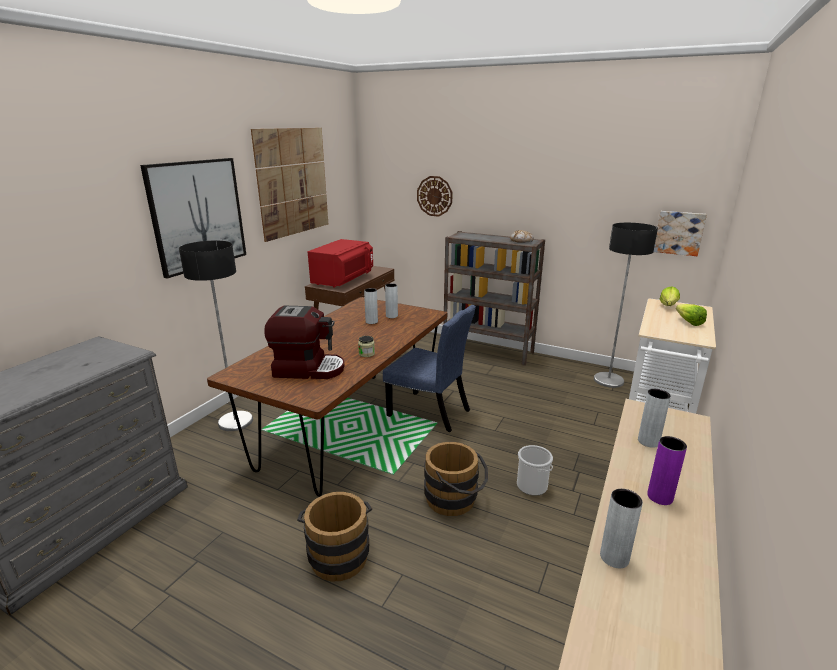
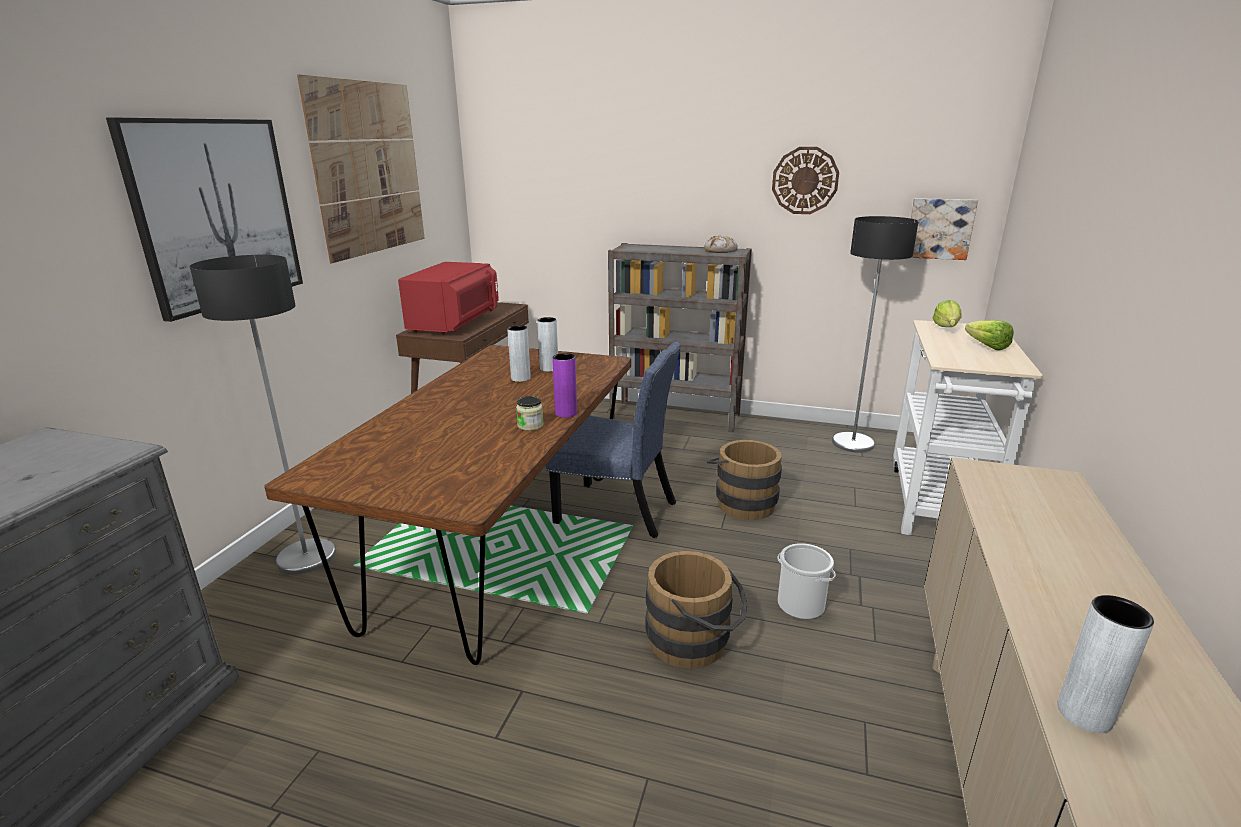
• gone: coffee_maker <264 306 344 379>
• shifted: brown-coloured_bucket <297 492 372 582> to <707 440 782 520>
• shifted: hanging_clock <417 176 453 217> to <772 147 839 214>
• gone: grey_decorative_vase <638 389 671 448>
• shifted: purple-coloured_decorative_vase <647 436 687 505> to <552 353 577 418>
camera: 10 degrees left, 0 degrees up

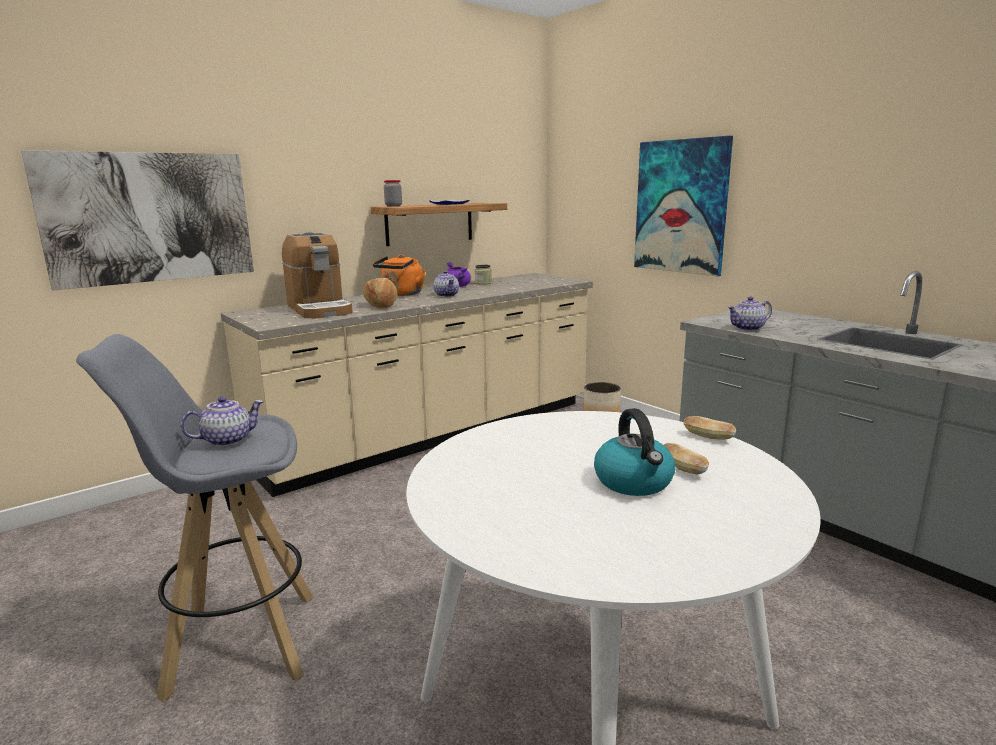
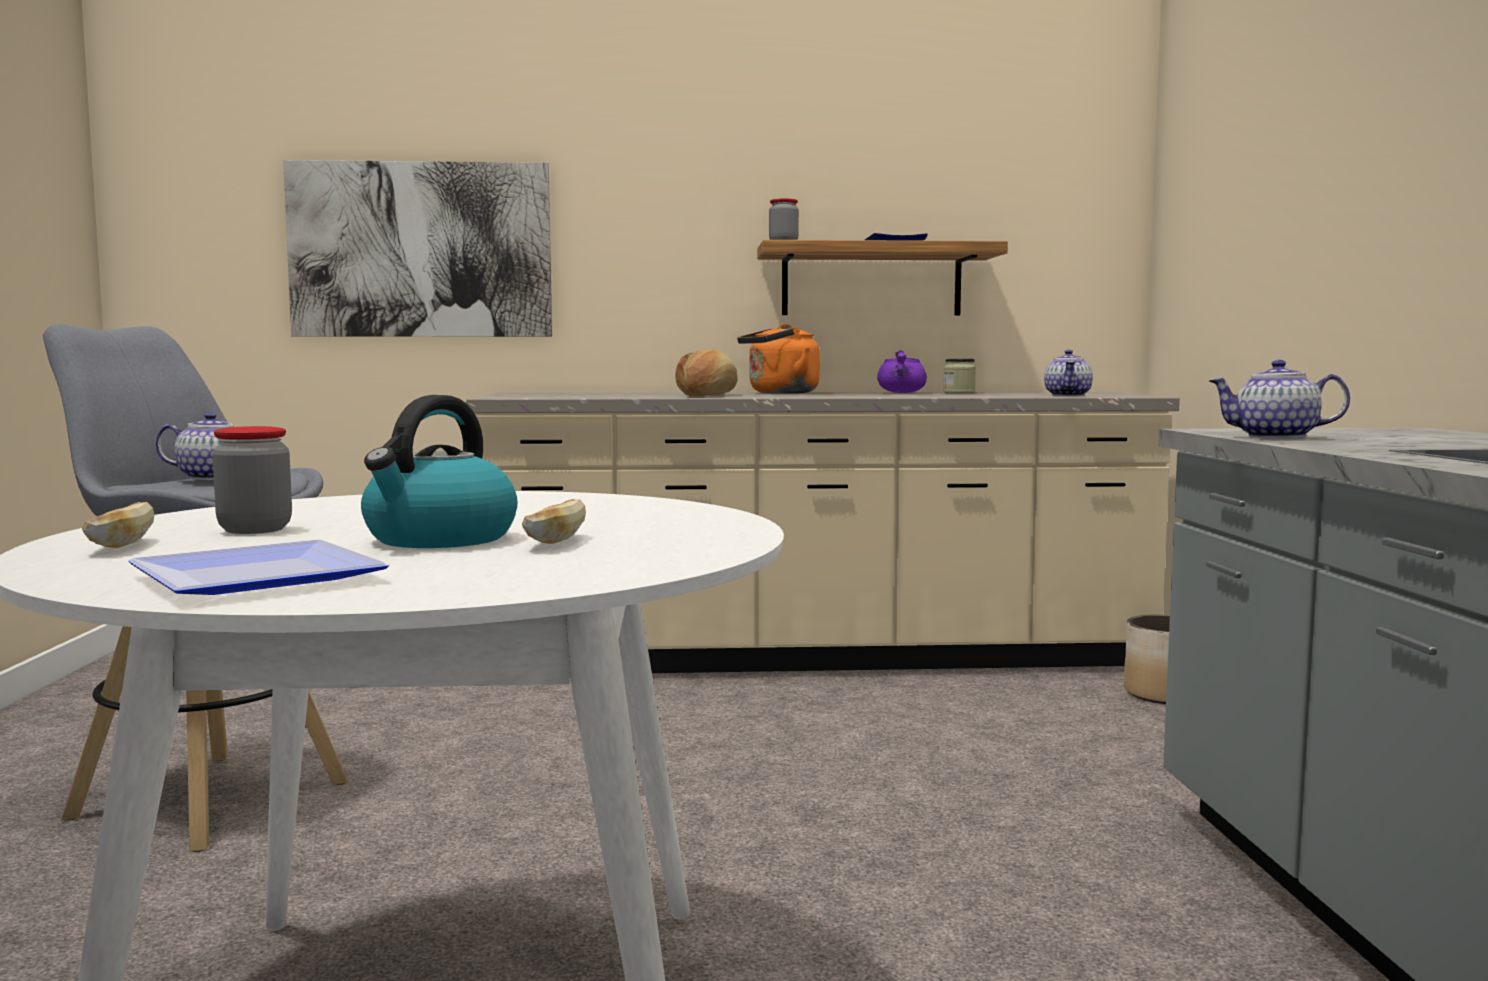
• gone: coffee_maker <282 232 353 318>
• shifted: teapot <433 271 459 297> to <1044 350 1093 396>
• gone: picture <634 136 733 276>
• shifted: bakery_bread <683 416 736 440> to <82 502 154 548>
• new: flat_dish <128 540 390 595>
• new: jar <212 426 292 534>
camera: 35 degrees right, 10 degrees down

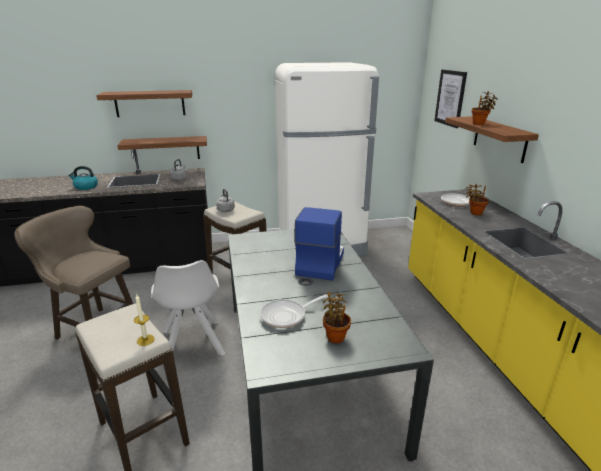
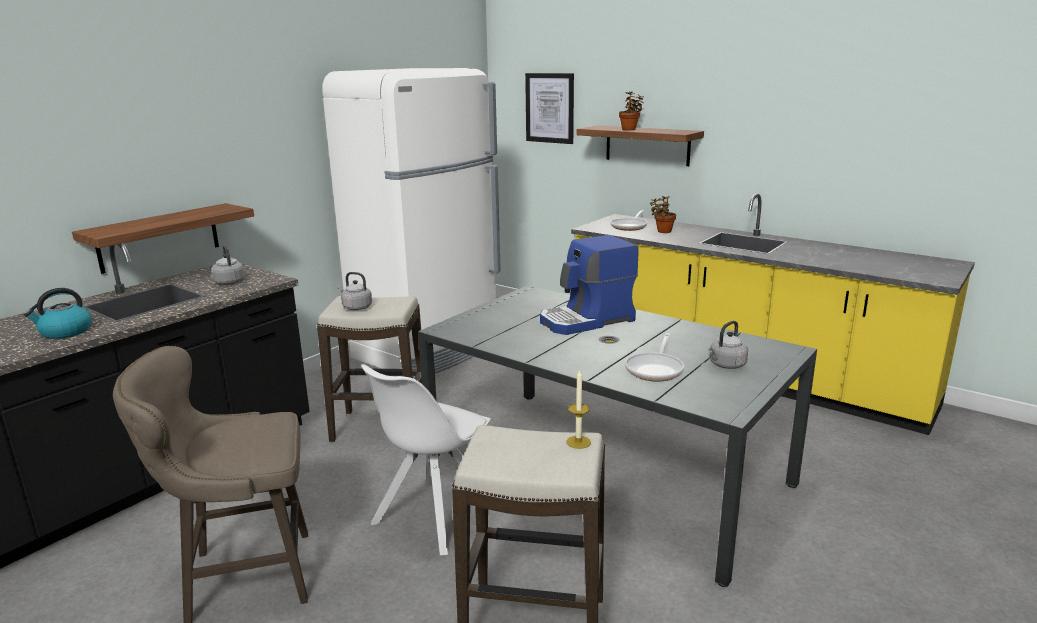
• gone: shelf <96 90 192 117>
• rotated: white_upright_chair <151 260 225 366> = <361 364 491 555> 90 degrees clockwise
• rotated: coffee_maker <295 207 344 281> = <540 235 639 335> 90 degrees counterclockwise
• swapped: houseplant <323 292 351 343> to grey_tea_kettle <709 321 748 369>
camera: 40 degrees left, 5 degrees down

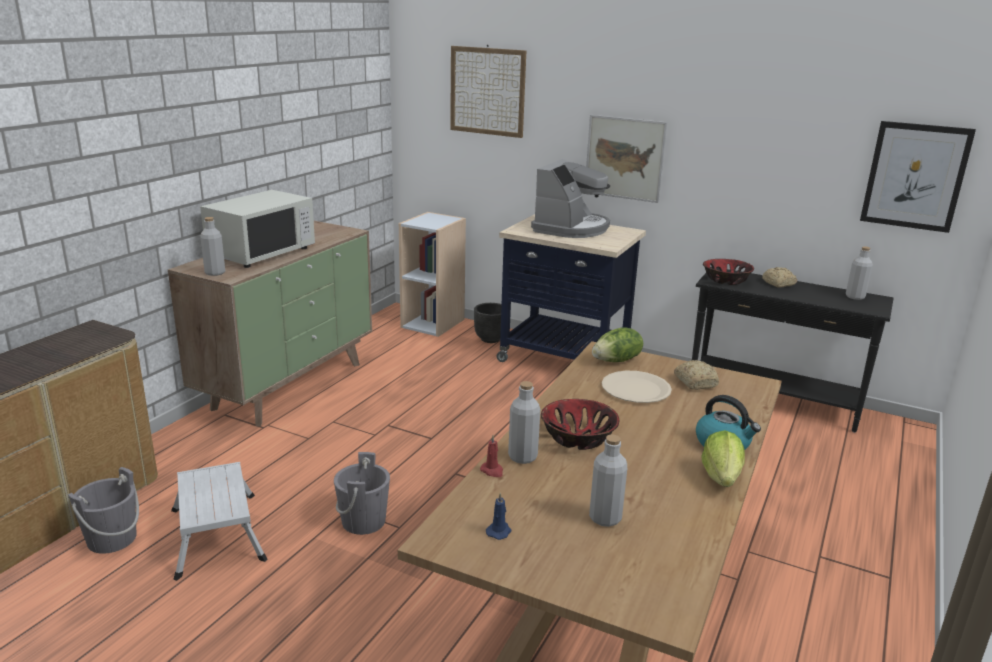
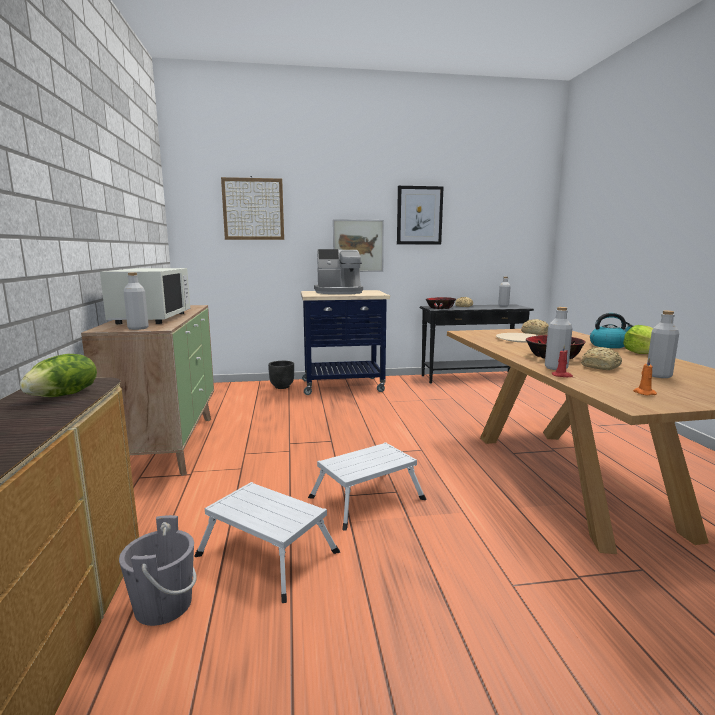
• swapped: grey_bucket <334 452 390 535> to white_step_stool <308 442 426 531>
• gone: bookcase <399 212 466 337>
• repainted: blue-coloured_wax_candle <486 492 511 540> to orangey_wax_candle <633 357 657 395>
• rotated: coffee_maker <531 159 610 238> = <314 249 363 294> 90 degrees clockwise
• shifted: lettuce_head <592 327 643 362> to <20 354 97 397>
• shifted: picture <860 121 976 233> to <397 186 444 244>
• new: bakery_bread <581 347 622 370>
camera: 35 degrees left, 10 degrees down

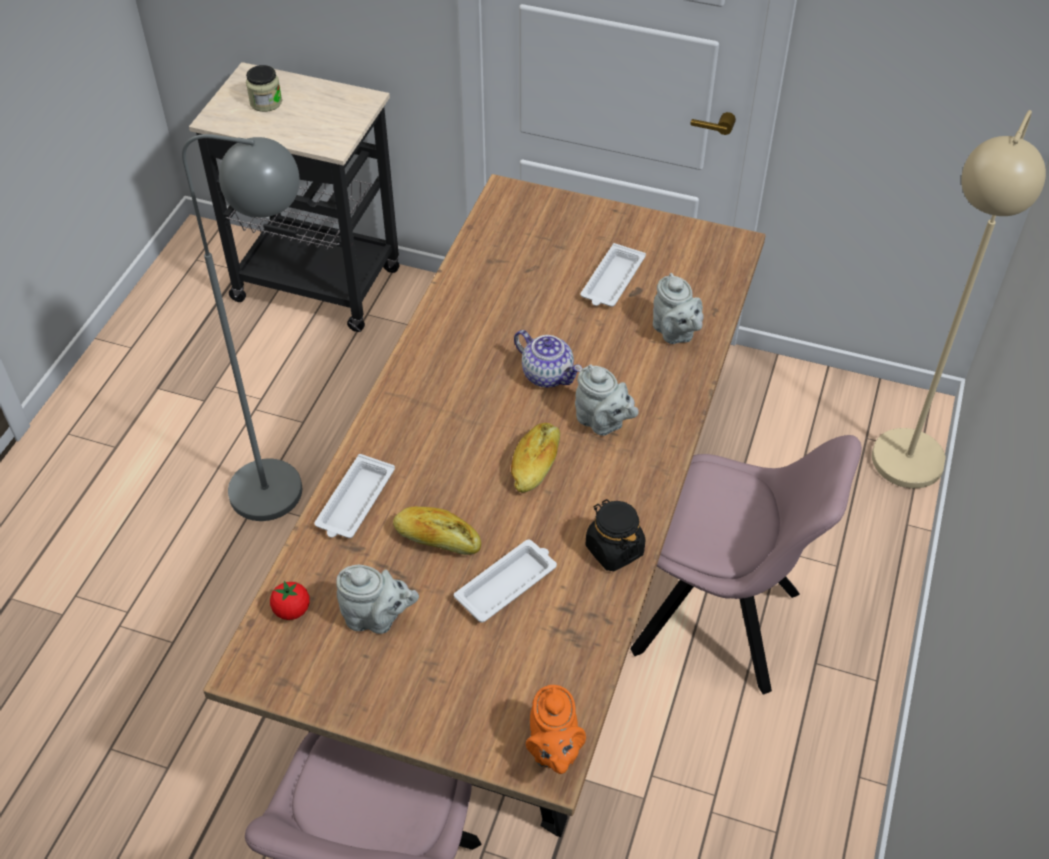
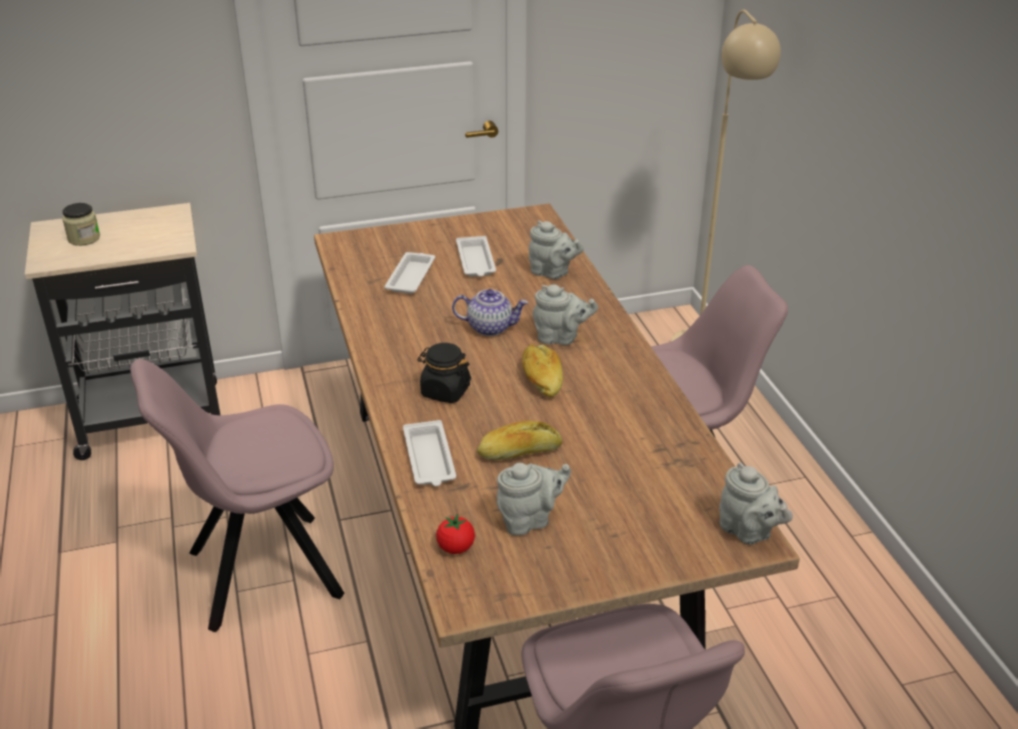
• swapped: grey_standard_lamp <182 134 302 521> to pink-coloured_upright_chair <130 359 344 632>
• shifted: white_tray <454 540 557 623> to <384 252 435 294>
• repainted: orangey_teapot <526 685 586 774> to grey_teapot <719 462 793 545>
• shifted: blackish_jar <585 499 645 571> to <417 343 471 403>
camera: 35 degrees left, 15 degrees down

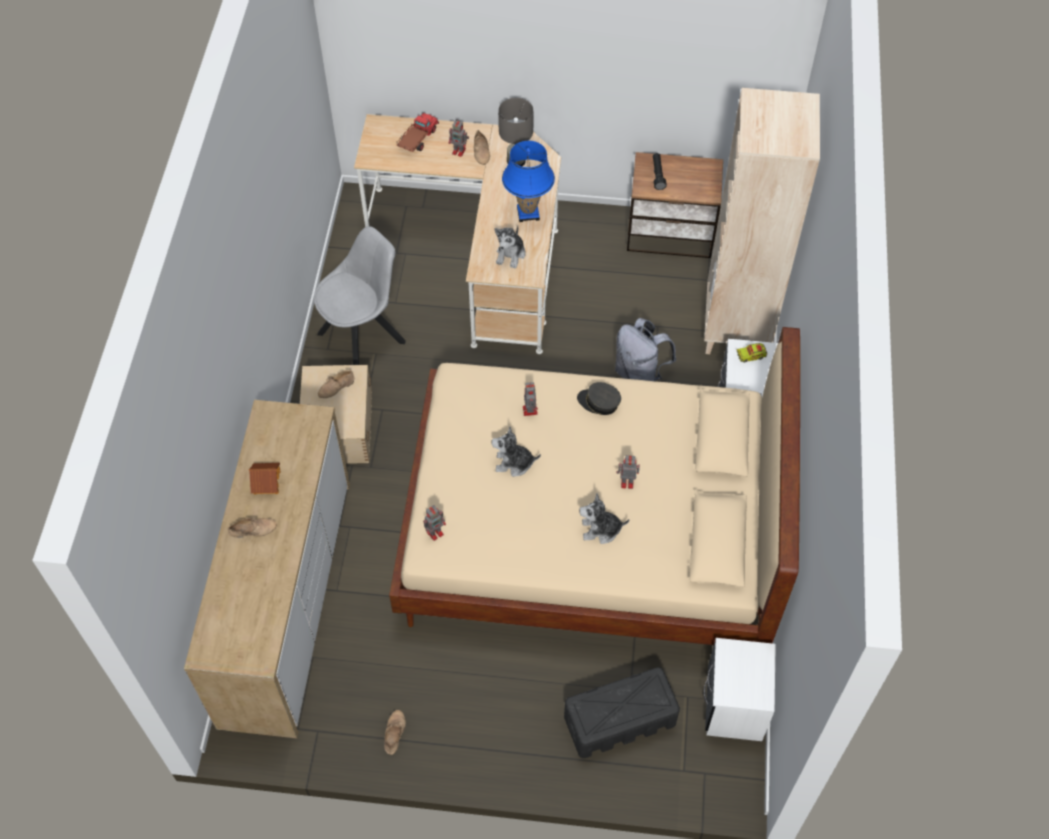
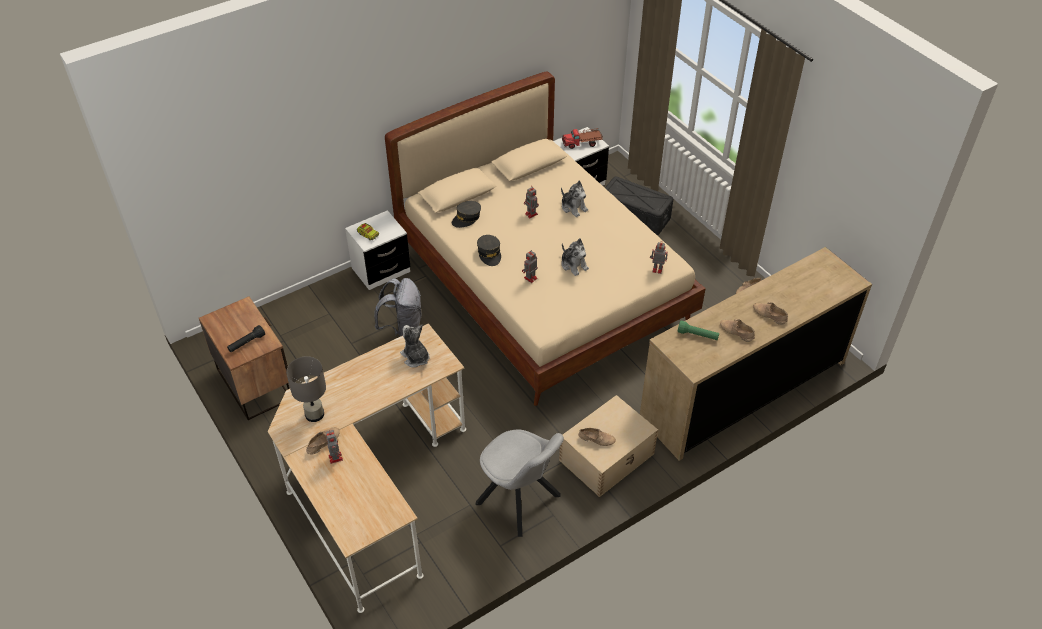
• swapped: toy_house <249 463 281 494> to beige_low_shoe <720 319 755 342>
• rotated: grey_upright_chair <314 226 406 365> = <476 430 564 537> 150 degrees counterclockwise
• shifted: toy_lorry <397 113 439 152> to <562 128 603 149>
• rotated: plush_toy <494 226 526 268> = <400 325 430 367> 105 degrees counterclockwise
• gone: blue-coloured_table_lamp <502 141 555 222>
• gone: beige_bookcase <704 88 820 354>
• new: grey_baseball_cap <452 201 481 228>
• new: greenish_hand_torch <678 321 719 340>
camera: 130 degrees left, 10 degrees down

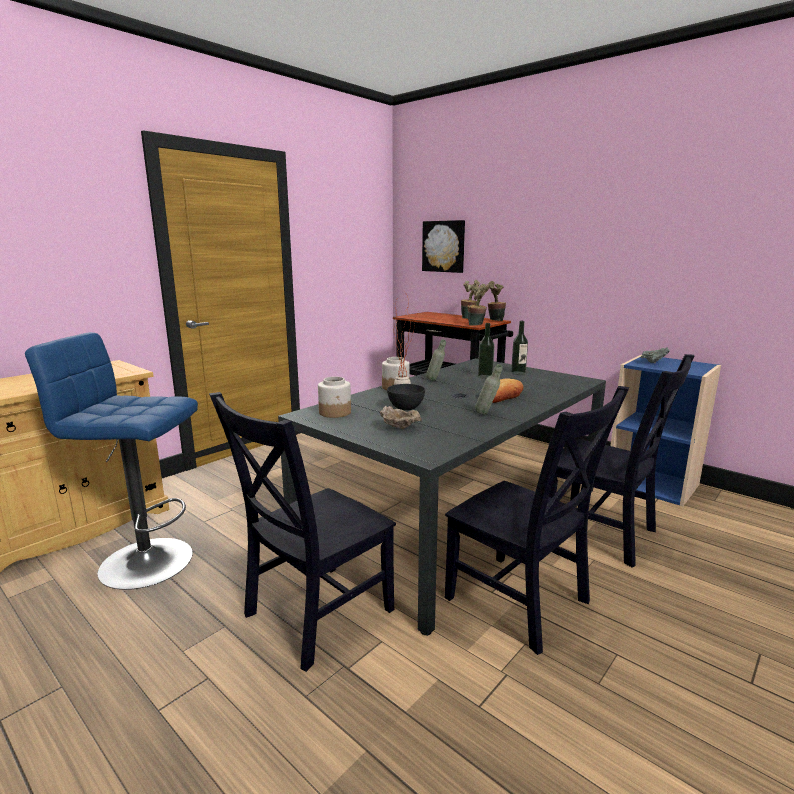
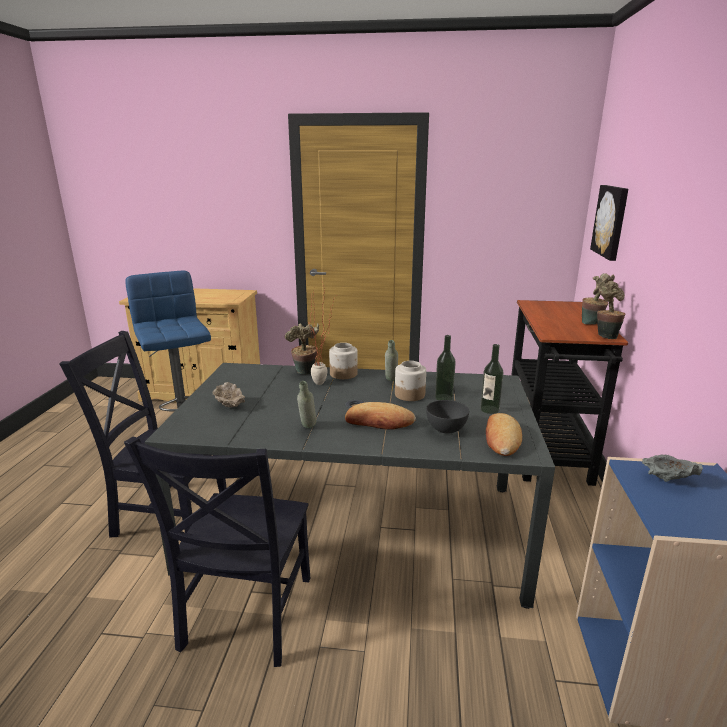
• shifted: jar <318 377 351 418> to <395 361 426 401>
• shifted: grey_bowl <387 384 425 410> to <426 400 469 434>
• shifted: houseplant <467 284 490 326> to <285 323 319 375>
• gone: blackish_upright_chair <549 354 694 568>
• new: bakery_bread <486 413 522 456>
camera: 55 degrees right, 5 degrees up

